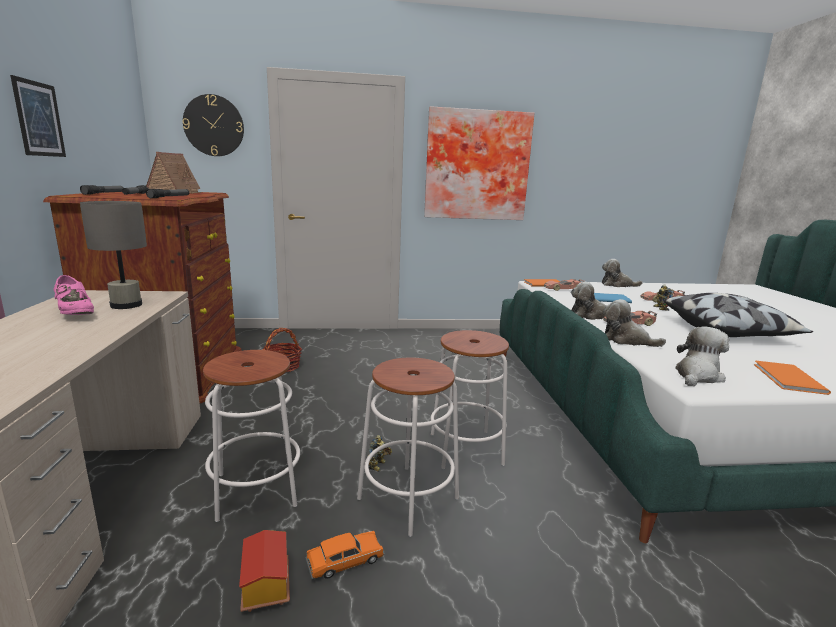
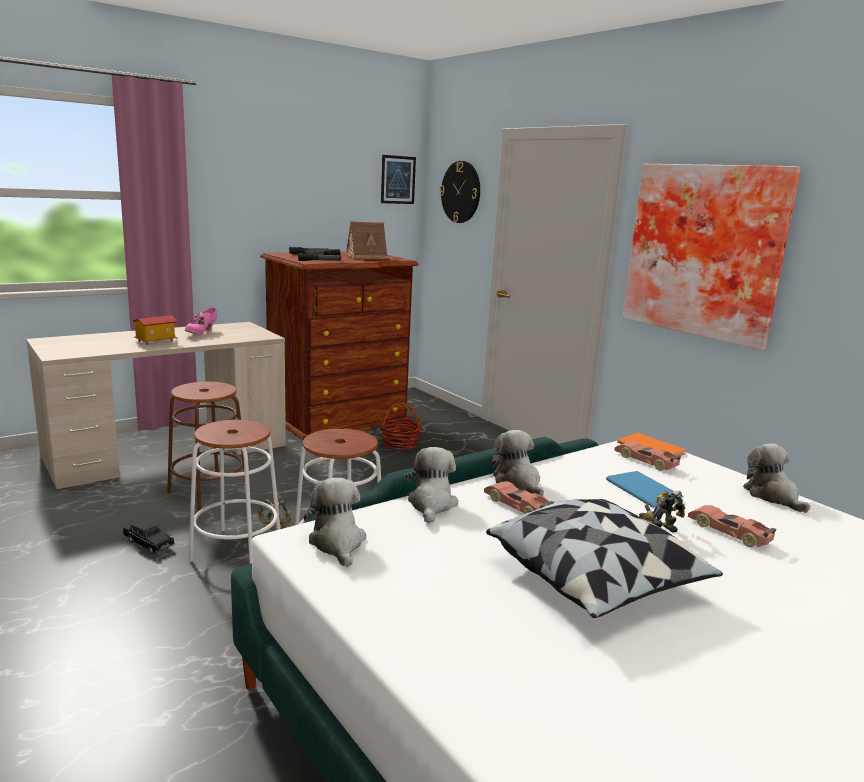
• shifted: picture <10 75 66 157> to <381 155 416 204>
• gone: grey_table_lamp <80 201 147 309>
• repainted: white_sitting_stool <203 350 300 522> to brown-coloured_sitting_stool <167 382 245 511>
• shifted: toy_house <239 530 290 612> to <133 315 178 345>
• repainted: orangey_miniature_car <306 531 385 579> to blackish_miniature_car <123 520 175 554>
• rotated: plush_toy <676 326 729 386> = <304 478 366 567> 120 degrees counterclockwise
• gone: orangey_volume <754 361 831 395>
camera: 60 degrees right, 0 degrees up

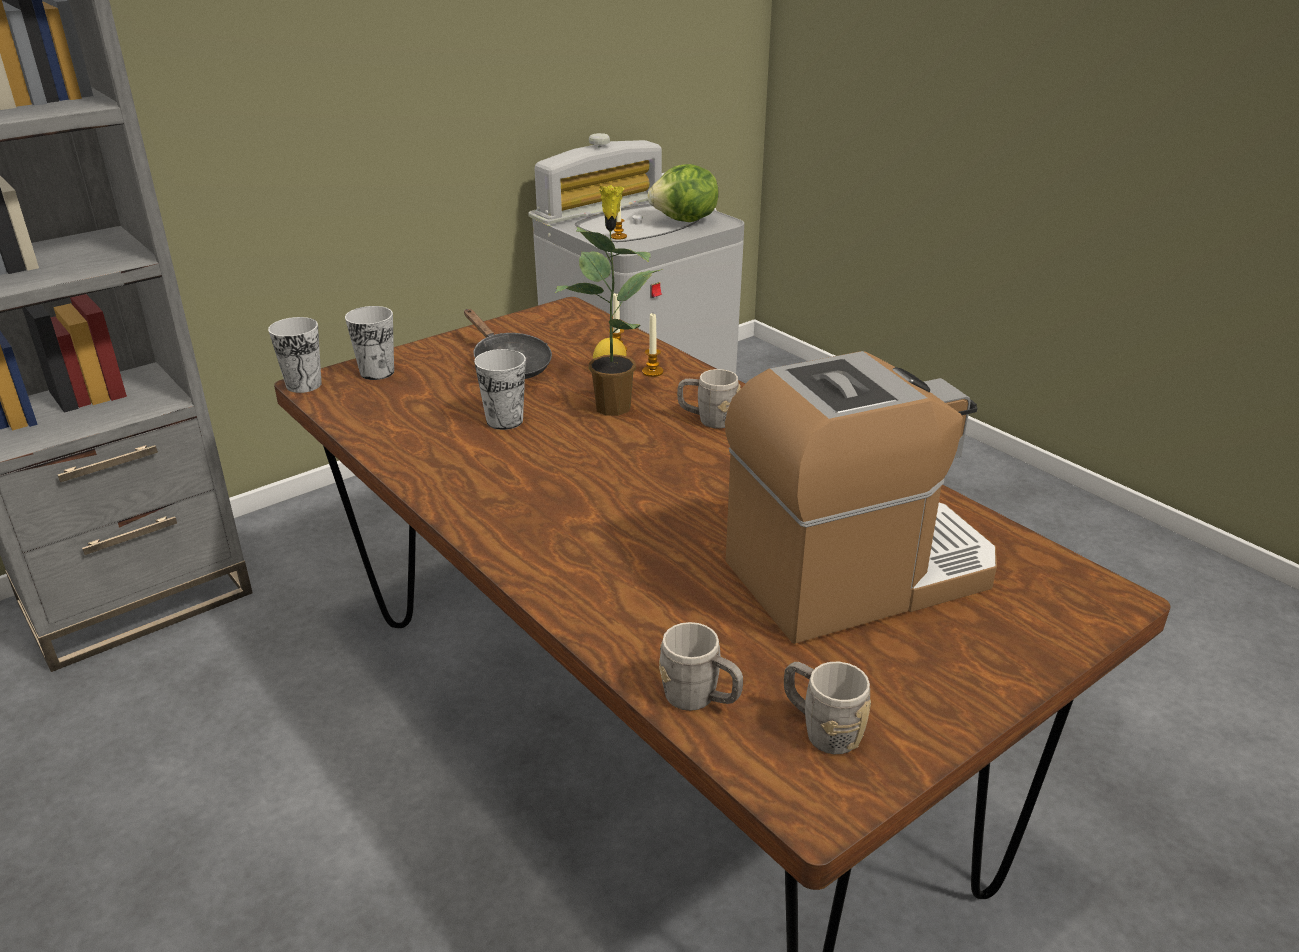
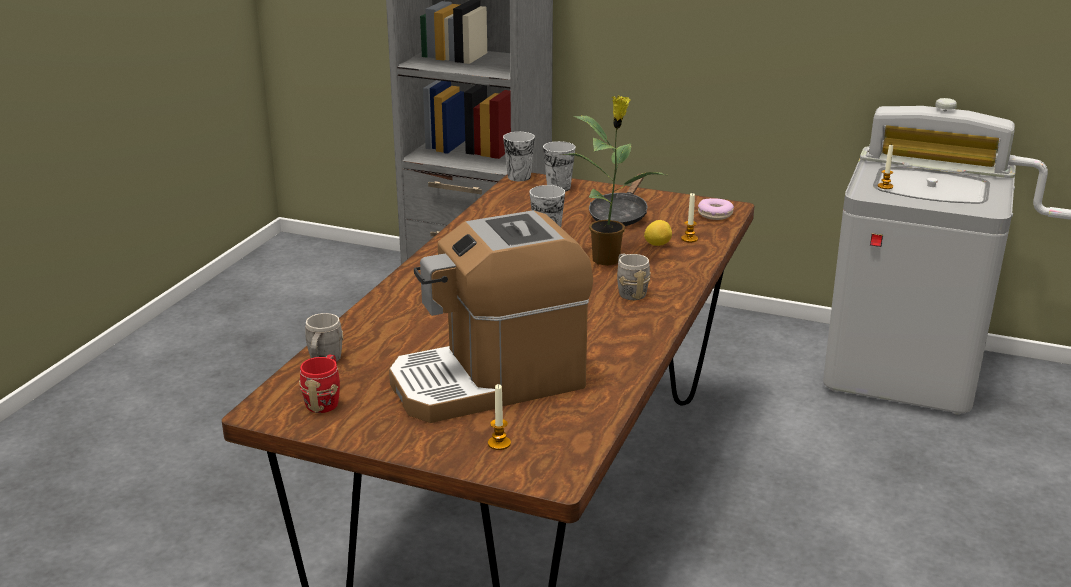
• shifted: wax_candle <642 313 664 377> to <488 384 511 450>
• gone: lettuce_head <648 164 719 222>
• rotated: coffee_maker <725 351 997 644> = <389 210 593 423> 120 degrees clockwise
• repainted: grey_tea_mug <784 662 871 754> to red_tea_mug <299 355 340 413>
• new: doughnut <698 198 734 220>
camera: 60 degrees right, 5 degrees down

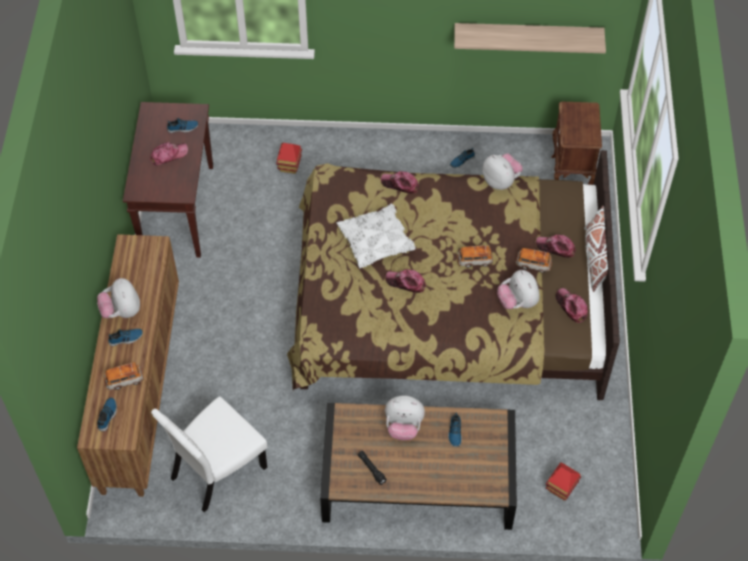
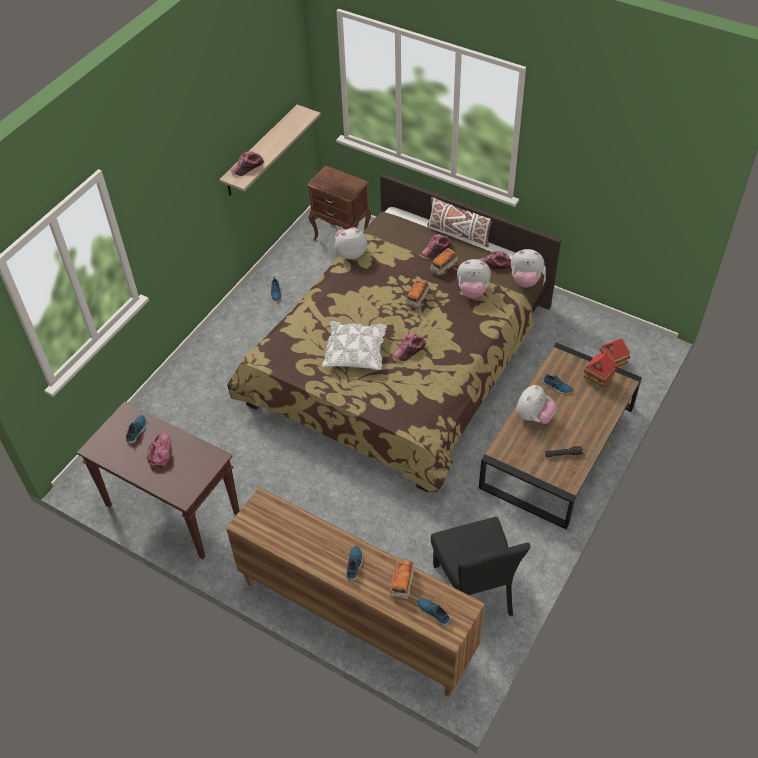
• shifted: plush_toy <97 278 140 318> to <511 249 544 288>
• repainted: white_upright_chair <151 396 268 512> to blackish_upright_chair <431 517 531 616>
• shifted: toy_house <276 143 302 174> to <583 353 617 390>
• shifted: baseball_cap <381 171 419 194> to <231 151 264 176>
camera: 60 degrees left, 5 degrees down

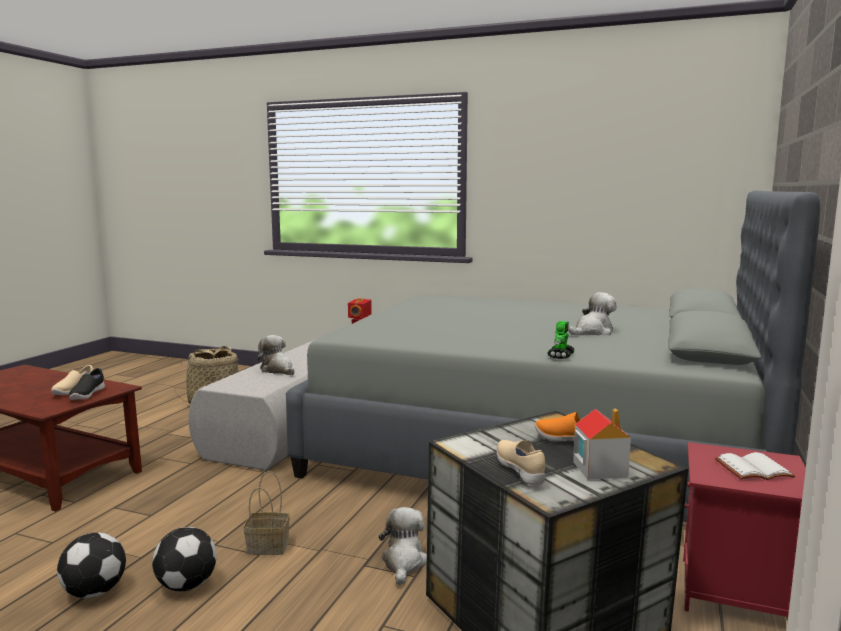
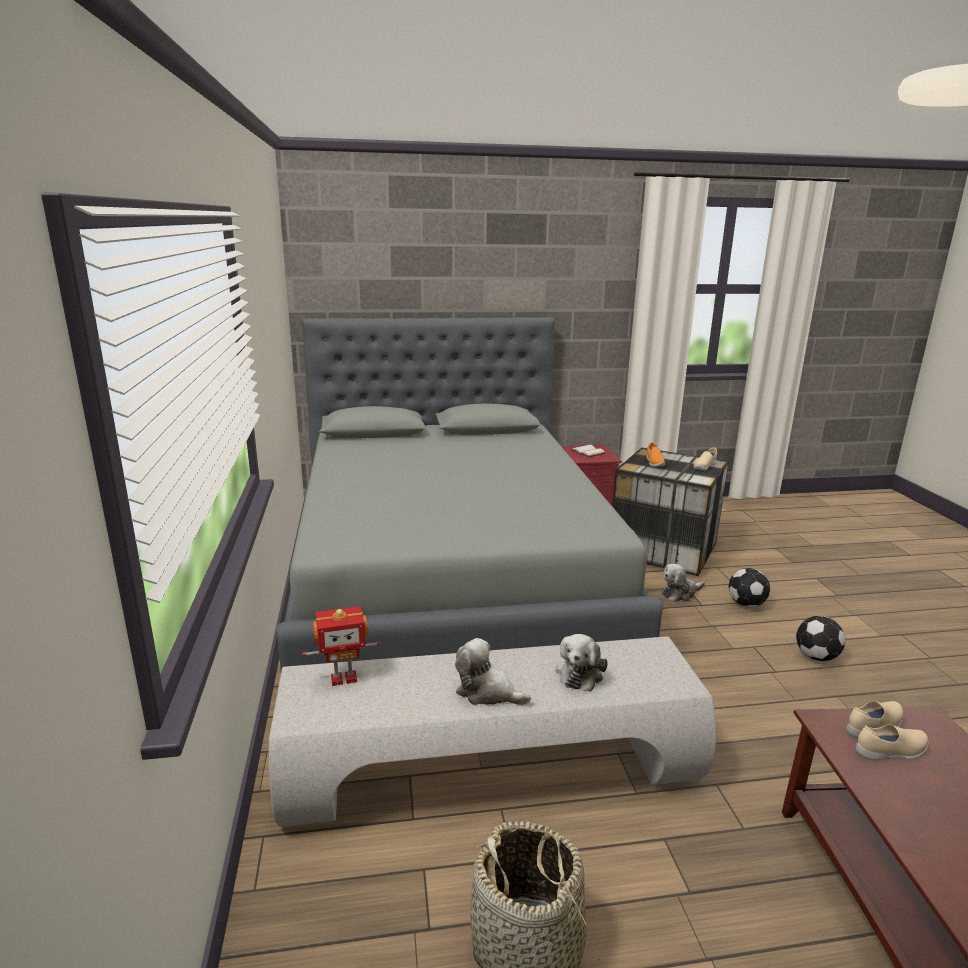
• shifted: football <57 532 126 598> to <729 568 770 607>
• repainted: blackish_low_shoe <69 368 105 400> to beige_low_shoe <846 701 903 738>
• gone: basket <244 471 290 555>
• gone: toy_robot <548 321 575 359>
• shifted: plush_toy <568 292 617 335> to <455 638 531 705>
• gone: toy_house <573 408 631 480>
camera: 120 degrees left, 10 degrees up

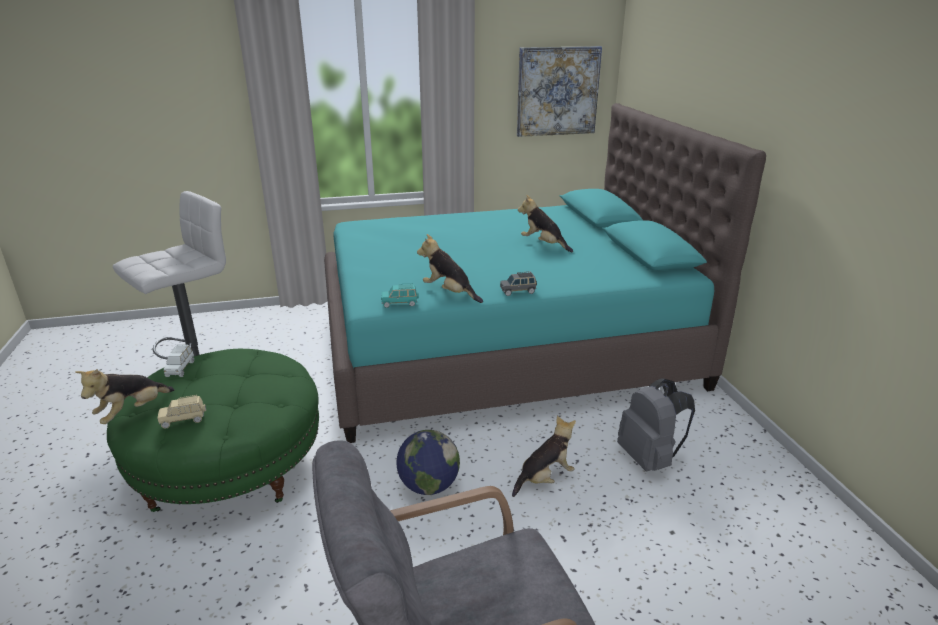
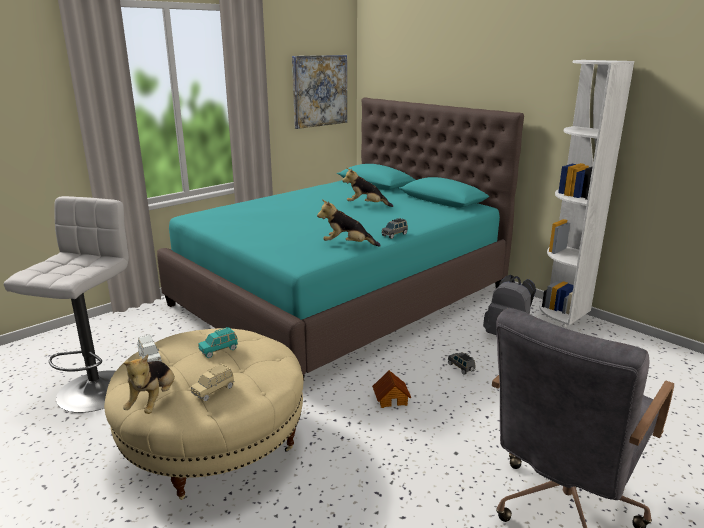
• repainted: greenish_footrest <107 349 319 512> to beige_footrest <104 328 303 500>
• shifted: blue-green_miniature_car <381 283 419 308> to <198 327 238 358>
• swapped: world_globe <396 430 460 495> to toy_house <372 370 411 408>
• swapped: plush_toy <512 416 576 497> to grey_miniature_car <448 352 475 375>
• new: white_bookcase <539 60 634 327>
camera: 30 degrees left, 5 degrees down

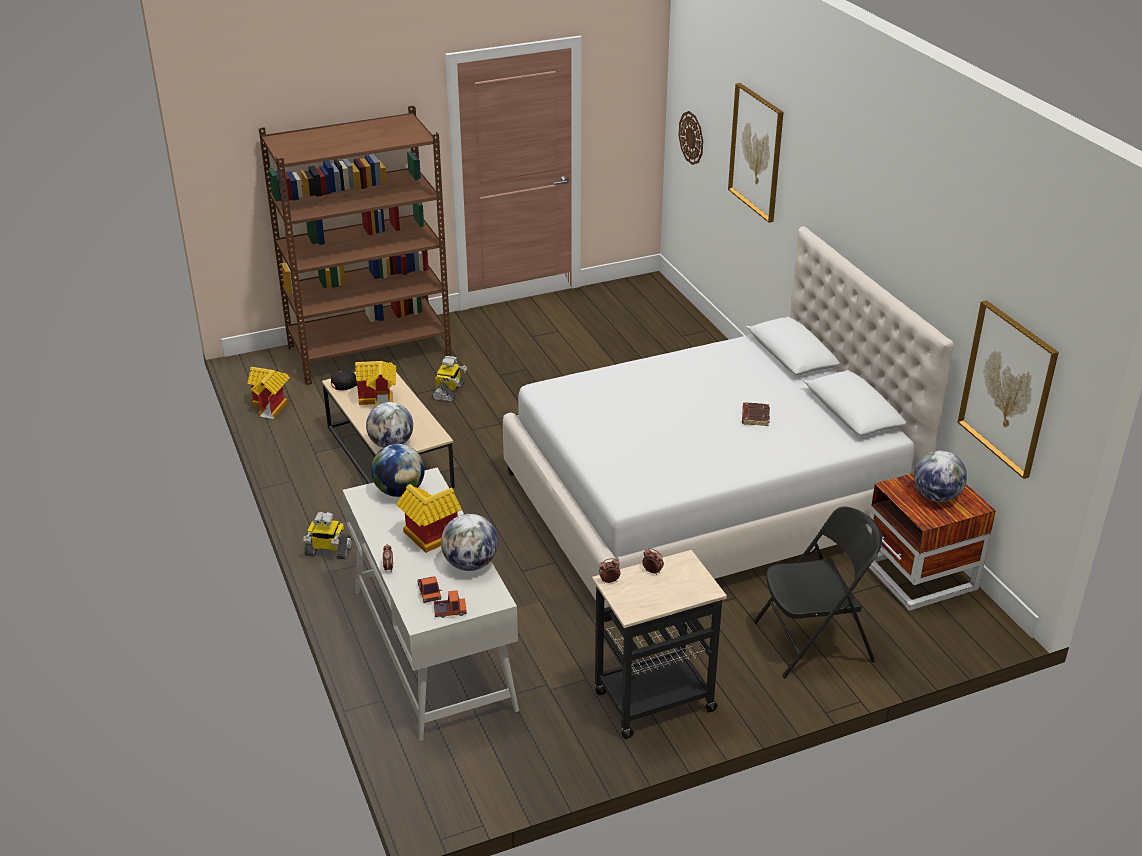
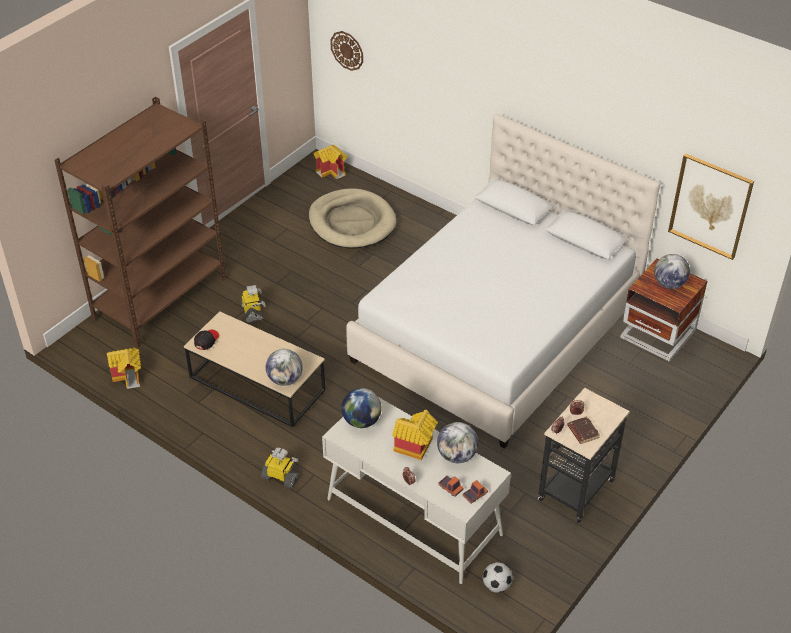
• rotated: toy_robot <303 512 352 559> = <261 448 299 489> 135 degrees counterclockwise
• shifted: toy_house <355 361 396 407> to <314 145 348 179>
• gone: picture <728 83 784 223>
• shifted: brown-coloured_volume <742 403 770 426> to <567 416 600 444>
• gone: blackish_upright_chair <754 507 882 679>
• new: beige_dog_bed <309 188 397 248>
• new: football <483 562 513 593>
camera: 30 degrees left, 10 degrees up

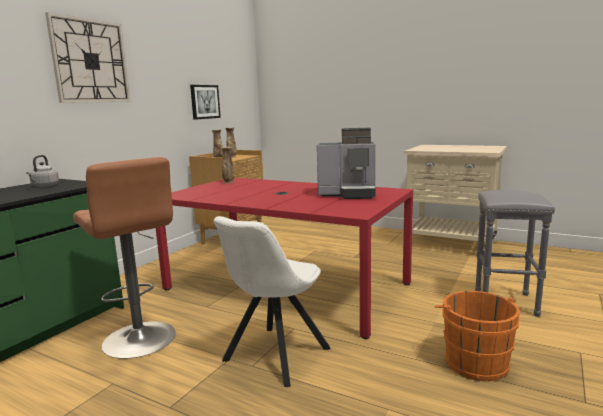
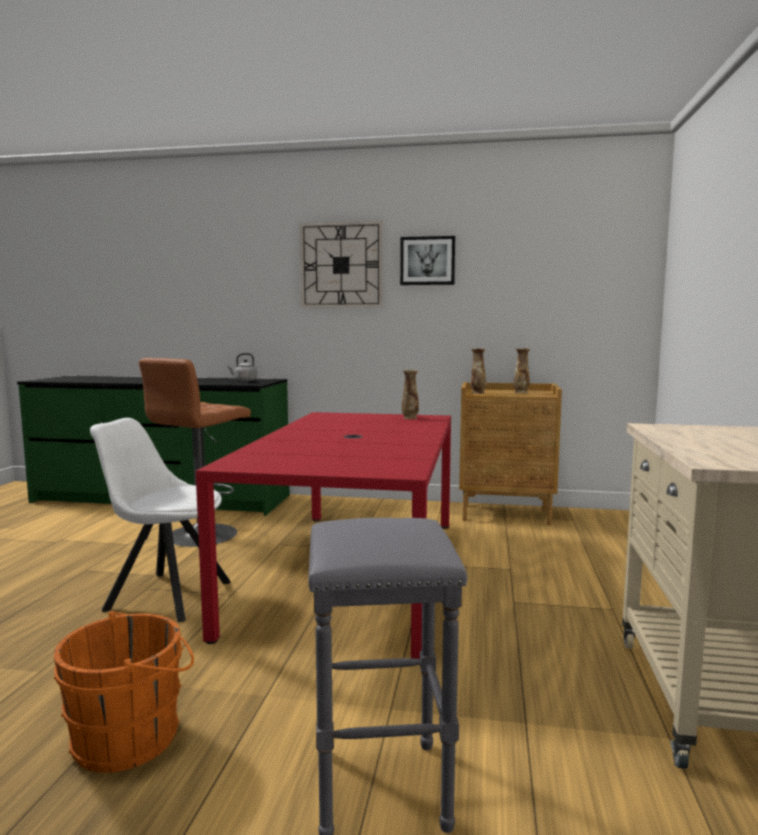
• shifted: picture <190 85 221 120> to <400 236 455 285>
• gone: coffee_maker <317 128 376 199>
camera: 70 degrees right, 5 degrees down

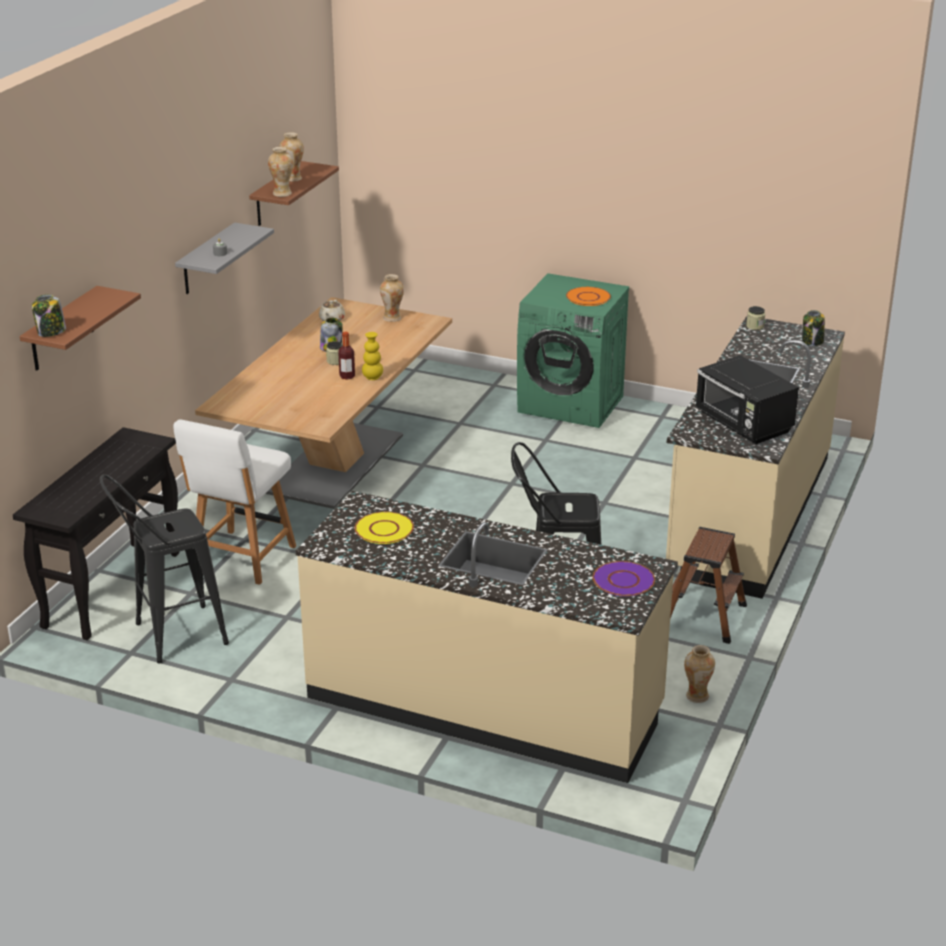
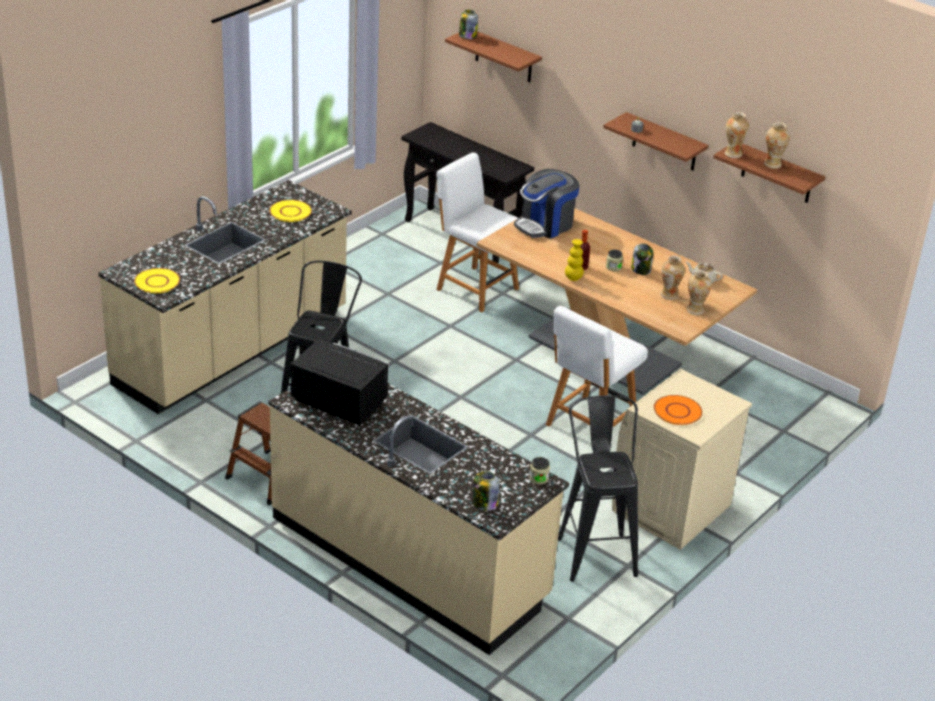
• shifted: blackish_sitting_stool <100 474 229 664> to <558 395 638 582>
• repainted: grey_shelf <175 222 274 294> to brown-coloured_shelf <603 112 709 171>
• repainted: greenish_laundry_machine <517 273 629 428> to beige_laundry_machine <612 369 752 550>
• repainted: purple-coloured_flat_dish <593 561 655 597> to yellowish_flat_dish <134 268 180 293>
• shifted: decorative_vase <684 645 715 703> to <660 255 685 300>
• rotated: blackish_microwave_oven <695 355 799 444> = <290 339 389 425> 45 degrees clockwise
• new: coffee_maker <514 169 580 238>
• new: white_upright_chair <546 306 648 427>
camera: 105 degrees right, 5 degrees up

